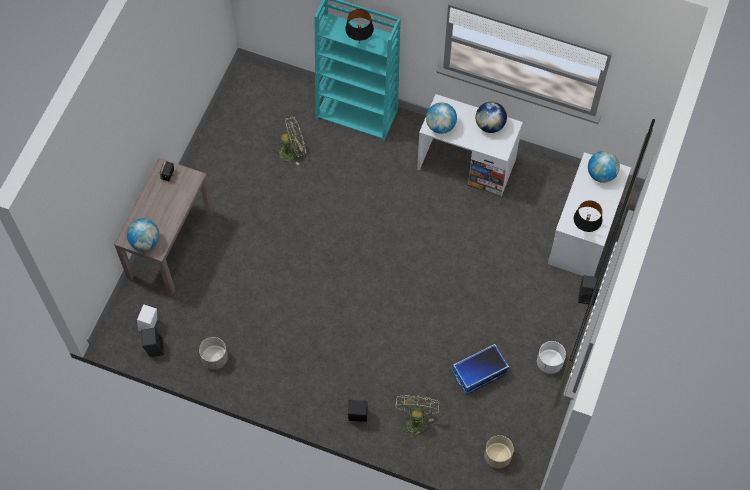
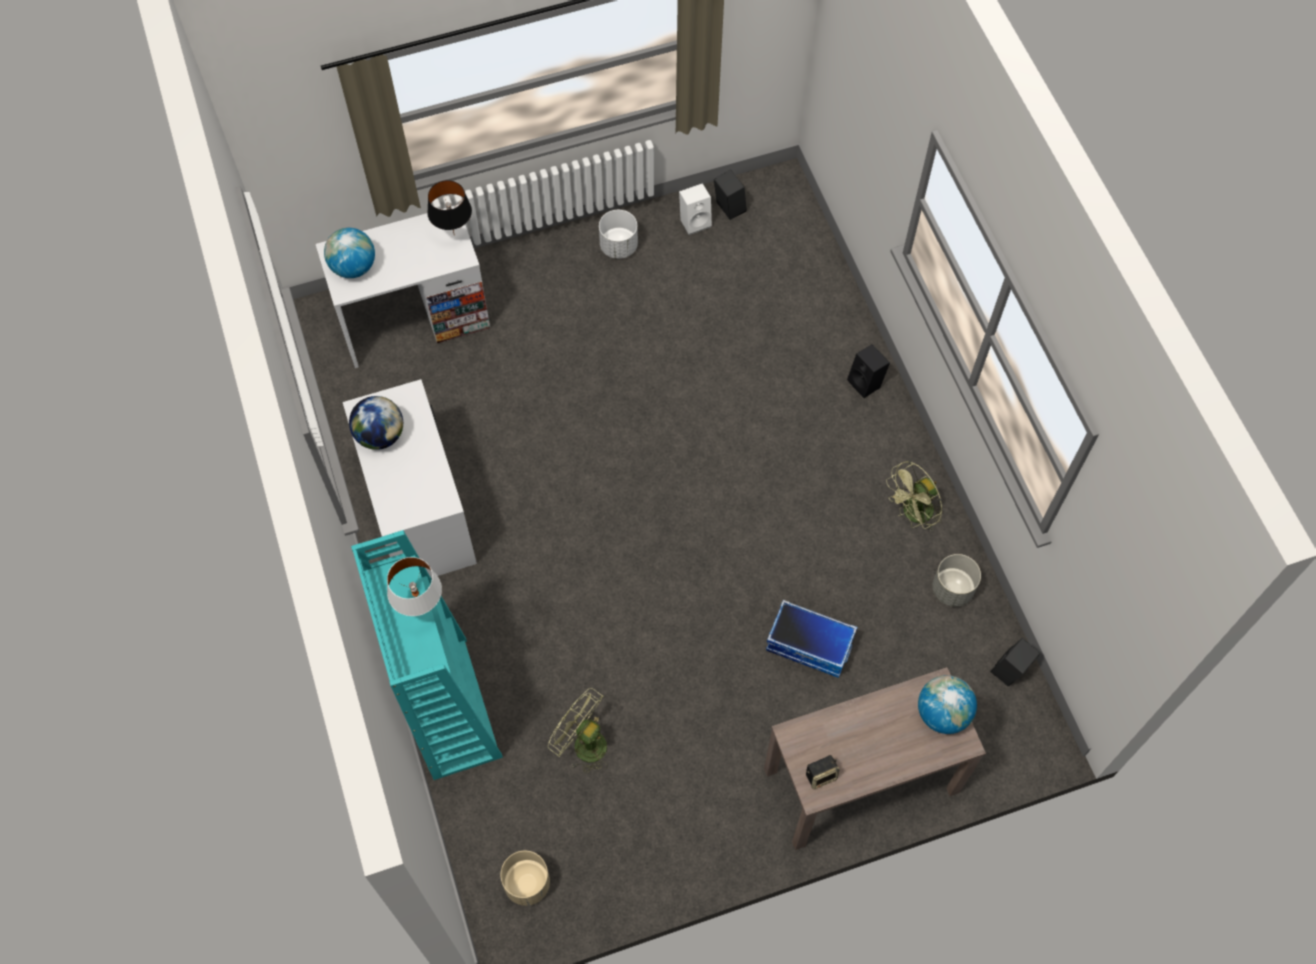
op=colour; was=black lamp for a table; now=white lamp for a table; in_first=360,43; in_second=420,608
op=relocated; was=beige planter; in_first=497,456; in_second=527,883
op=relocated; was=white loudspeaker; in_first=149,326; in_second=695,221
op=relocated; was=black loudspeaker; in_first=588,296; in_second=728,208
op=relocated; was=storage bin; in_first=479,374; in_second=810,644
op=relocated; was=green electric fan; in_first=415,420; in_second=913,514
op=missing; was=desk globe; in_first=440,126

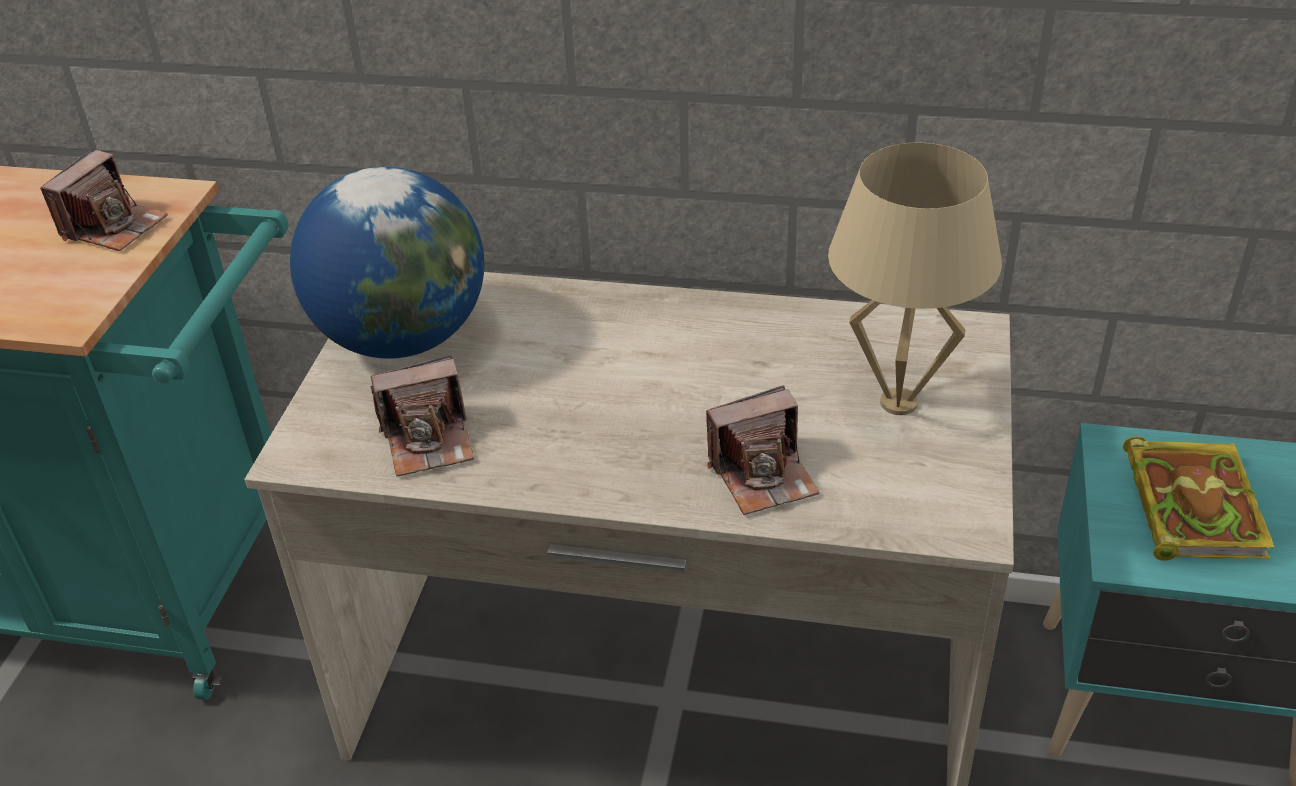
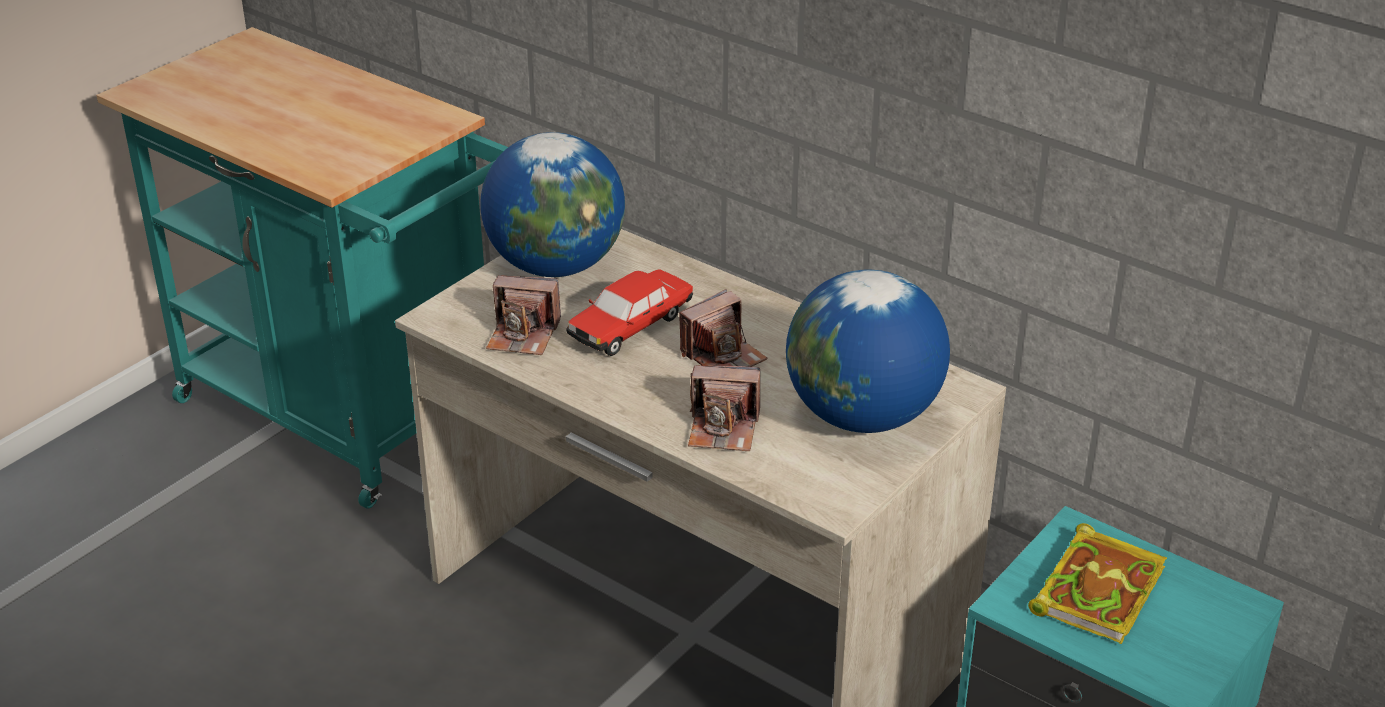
op=appeared; now=miniature car; in_second=631,326
op=relocated; was=photo camera; in_first=114,227; in_second=723,356
op=exchanged; was=beige lamp for a table; now=desk globe; in_first=899,402; in_second=862,416

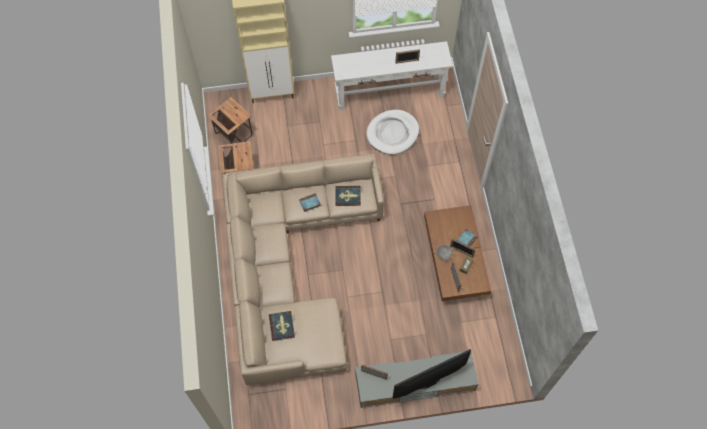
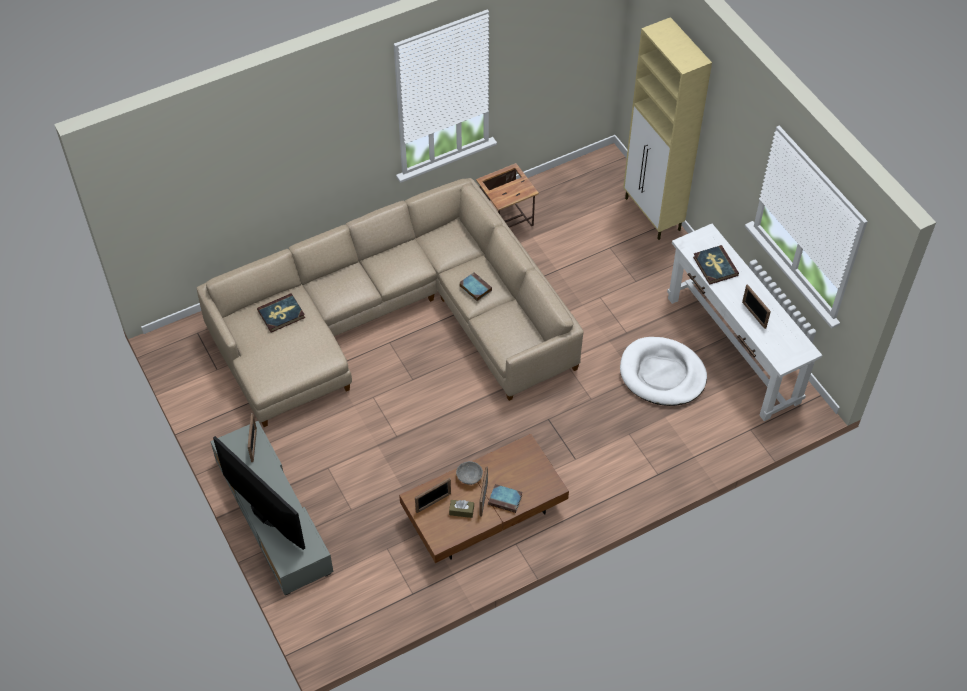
op=relocated; was=volume; in_first=348,196; in_second=715,266
op=missing; was=accent table; in_first=233,134

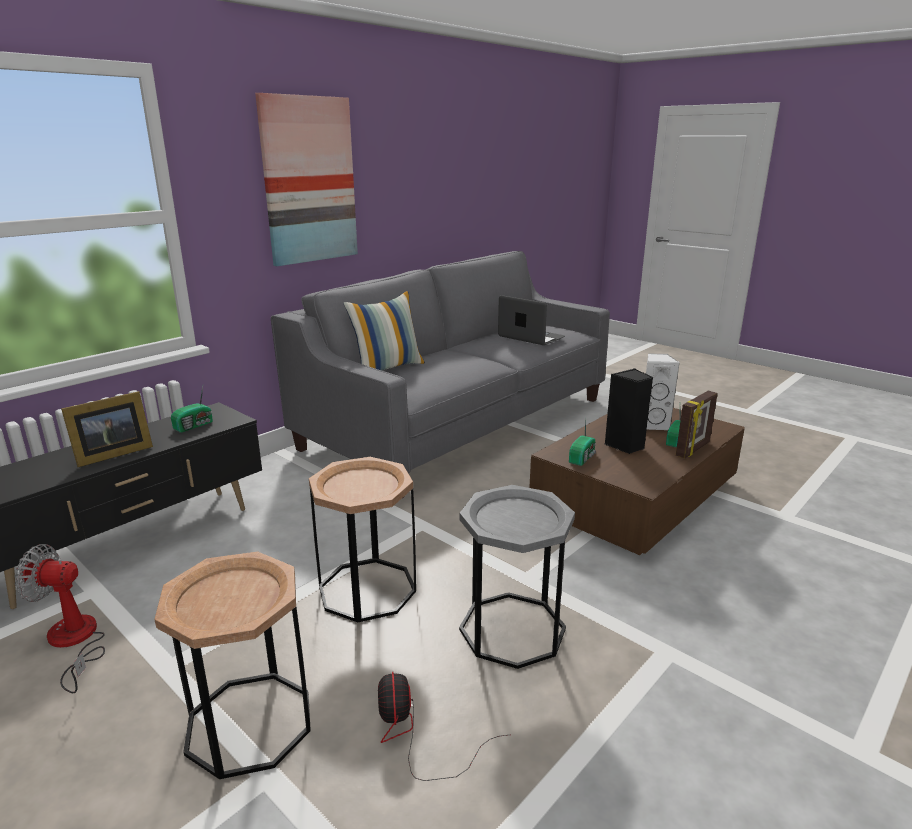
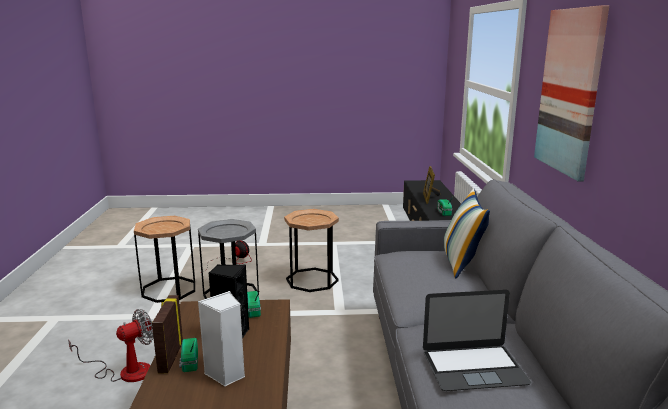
op=relocated; was=electric fan; in_first=74,642; in_second=125,371
op=relocated; was=brown accent table; in_first=249,723; in_second=169,289

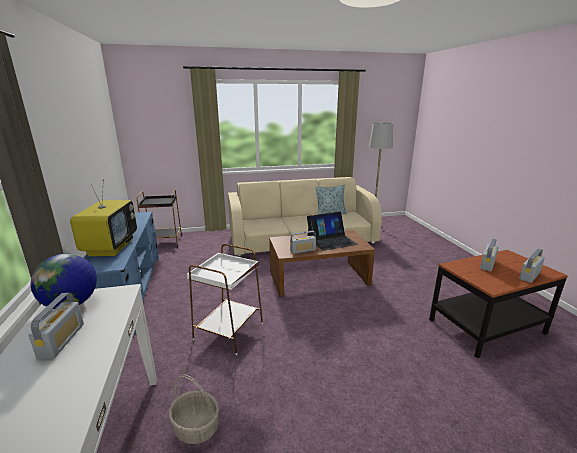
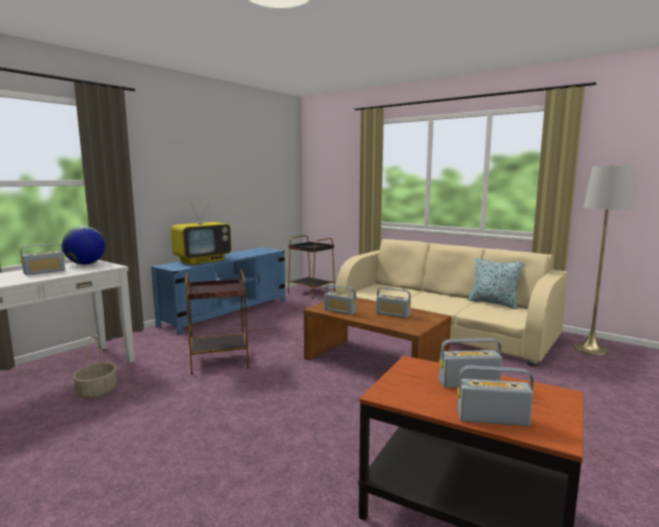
op=colour; was=white accent table; now=brown accent table; in_first=229,331; in_second=220,360
op=exchanged; was=portable computer; now=radio set; in_first=331,240; in_second=393,314

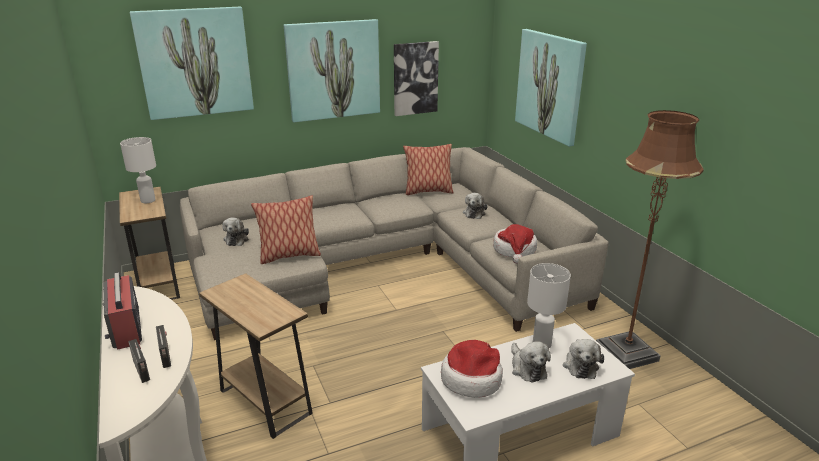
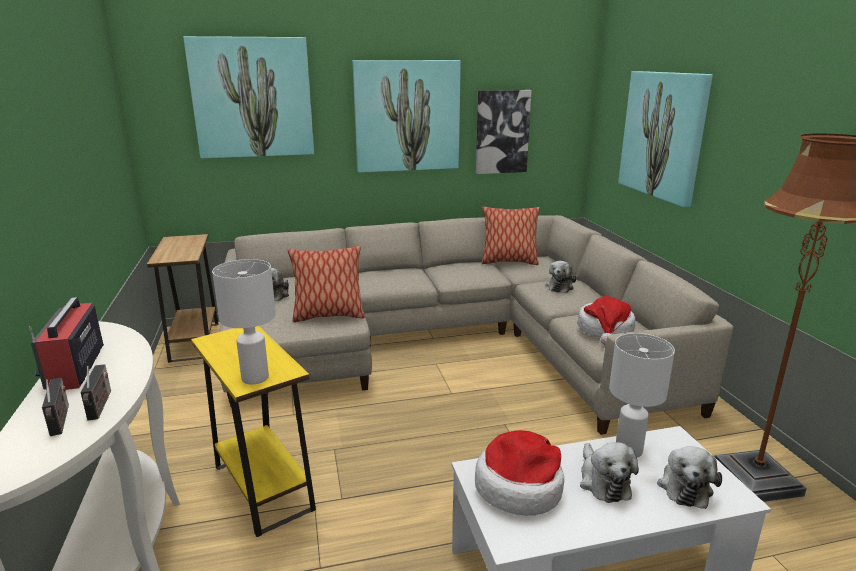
op=colour; was=brown accent table; now=yellow-coloured accent table; in_first=265,402; in_second=263,487
op=relocated; was=white lamp for a table; in_first=147,200; in_second=254,378

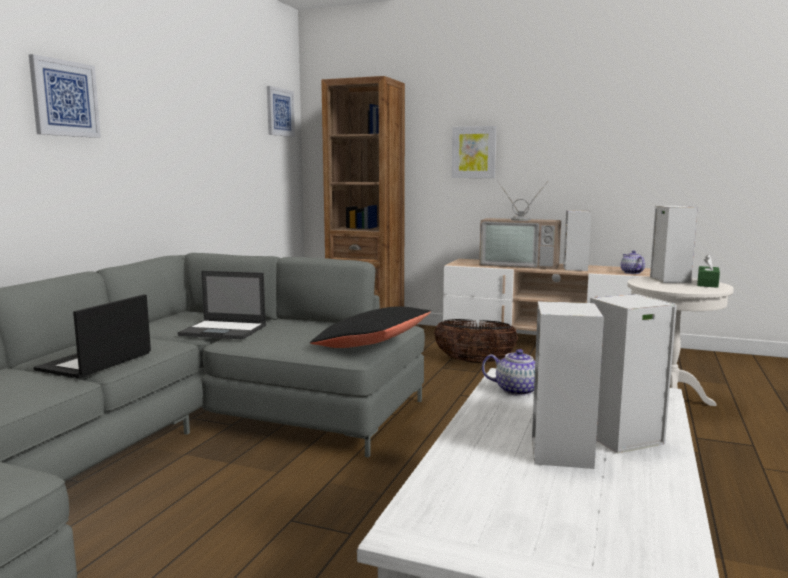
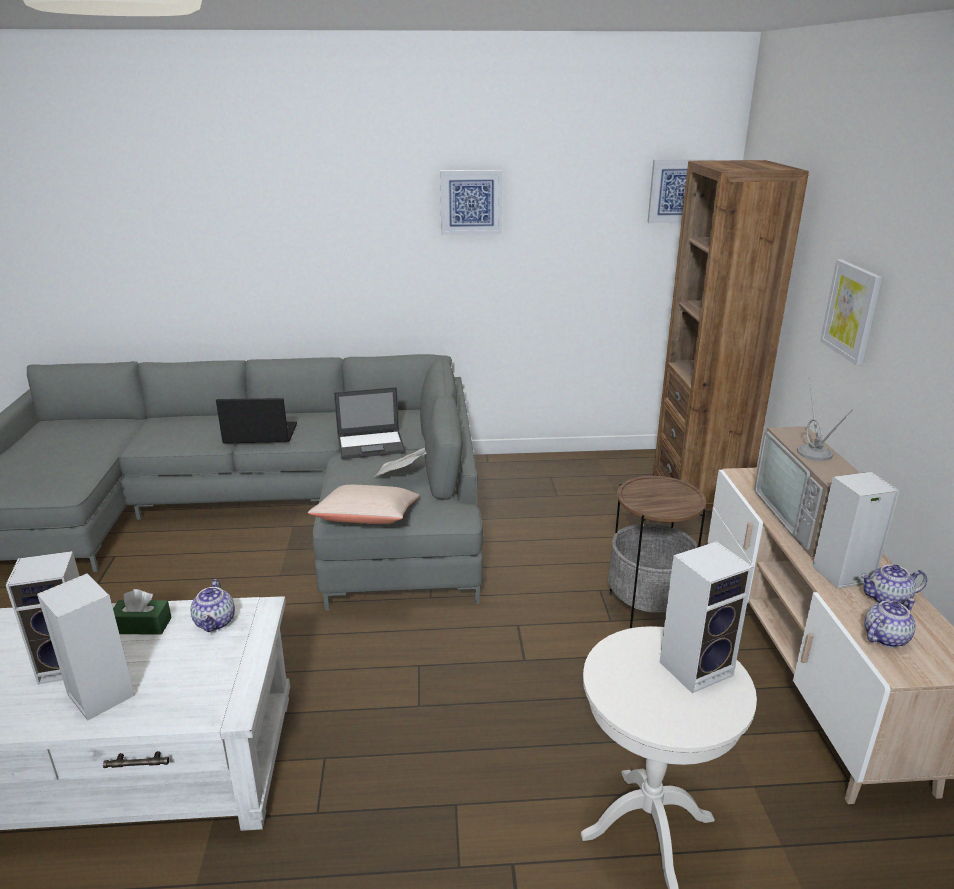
op=relocated; was=green box of tissues; in_first=707,284; in_second=142,625
op=colour; was=black pillow; now=beige pillow; in_first=371,345; in_second=367,520
op=spun; was=portable computer; in_first=224,330; in_second=372,445; clockwise=-90
op=appeared; now=printed paper; in_second=403,475
op=relocated; was=wall art; in_first=64,98; in_second=471,202
op=exchanged; was=storage basket; now=accent table; in_first=474,361; in_second=648,609
op=appeared; now=tea pot; in_second=887,600

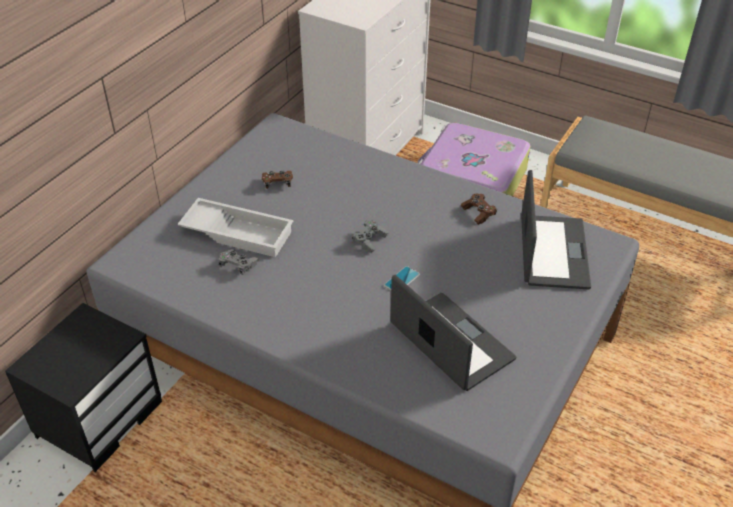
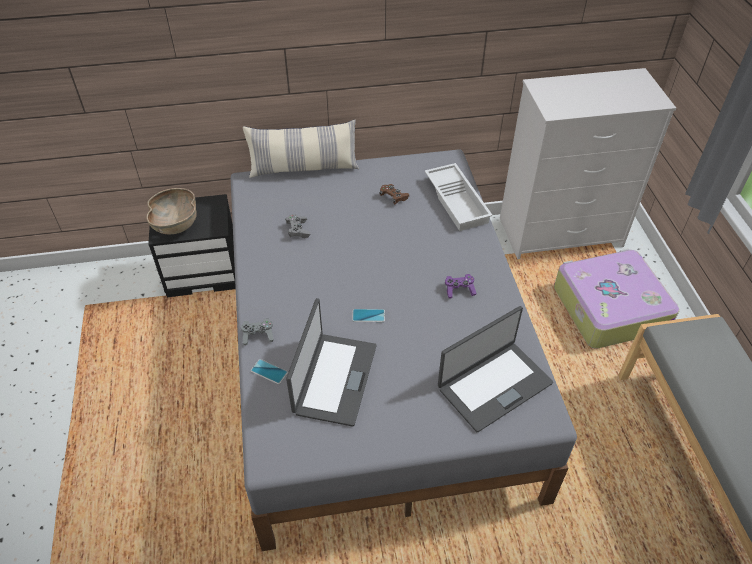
op=appeared; now=brown bowl; in_second=176,224
op=relocated; was=gray gamepad; in_first=370,241; in_second=258,335
op=appeared; now=pillow; in_second=304,168
op=appeared; now=handset; in_second=269,372
op=relocated; was=white carrying tray; in_first=238,232; in_second=458,201
op=appeared; now=purplish gamepad; in_second=459,290
op=missing; was=brown gamepad; in_first=478,213

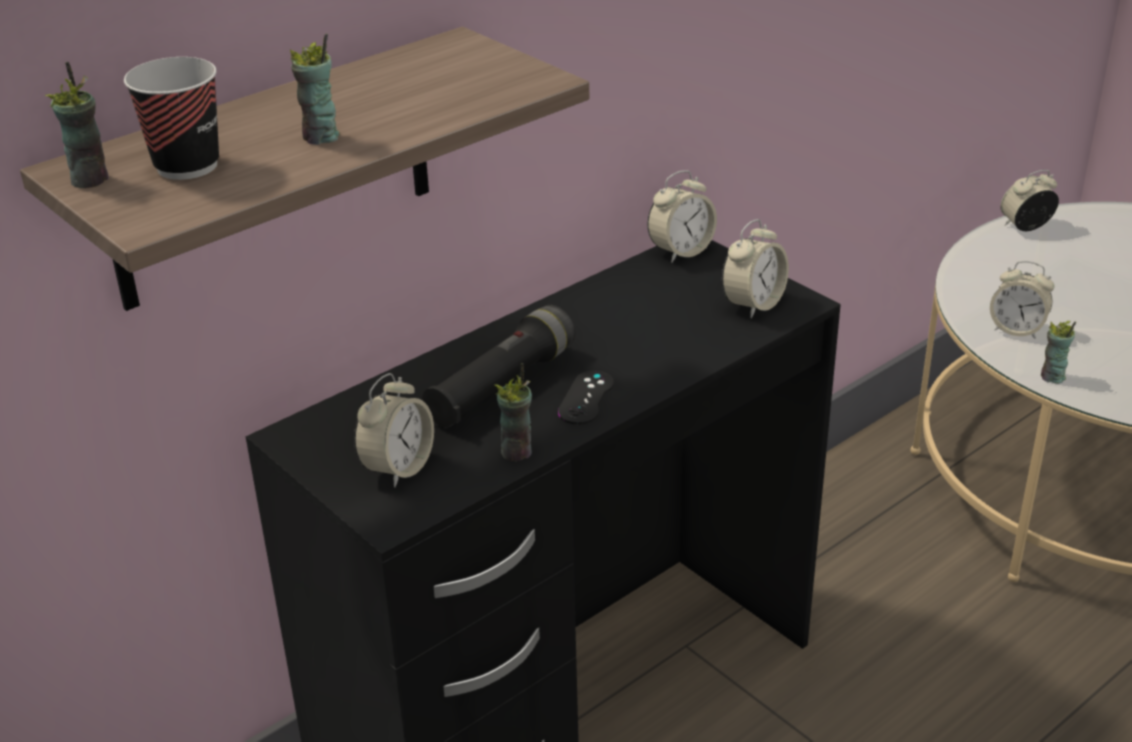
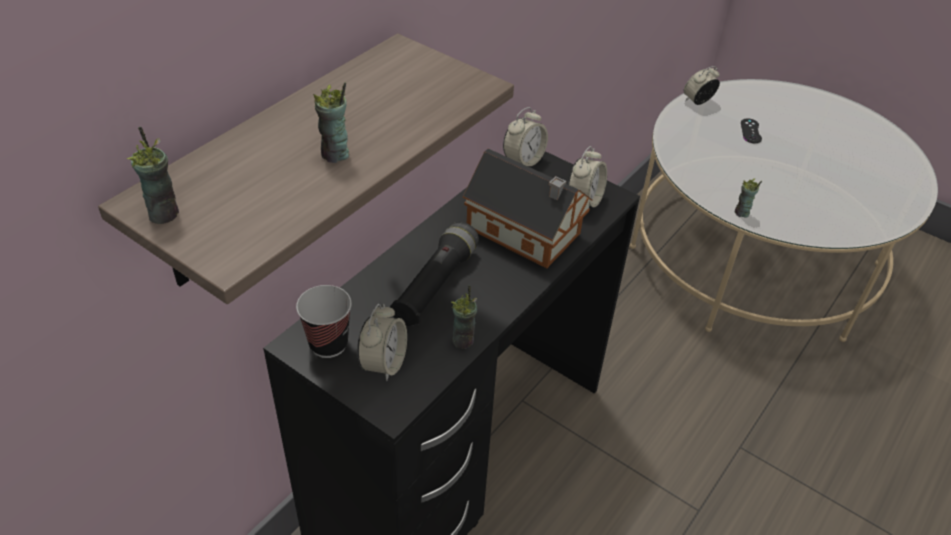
op=relocated; was=cup; in_first=187,166; in_second=328,344
op=appeared; now=miniature house; in_second=526,233
op=relocated; was=black gamepad; in_first=586,398; in_second=751,131
op=missing; was=bedside clock; in_first=1016,329

